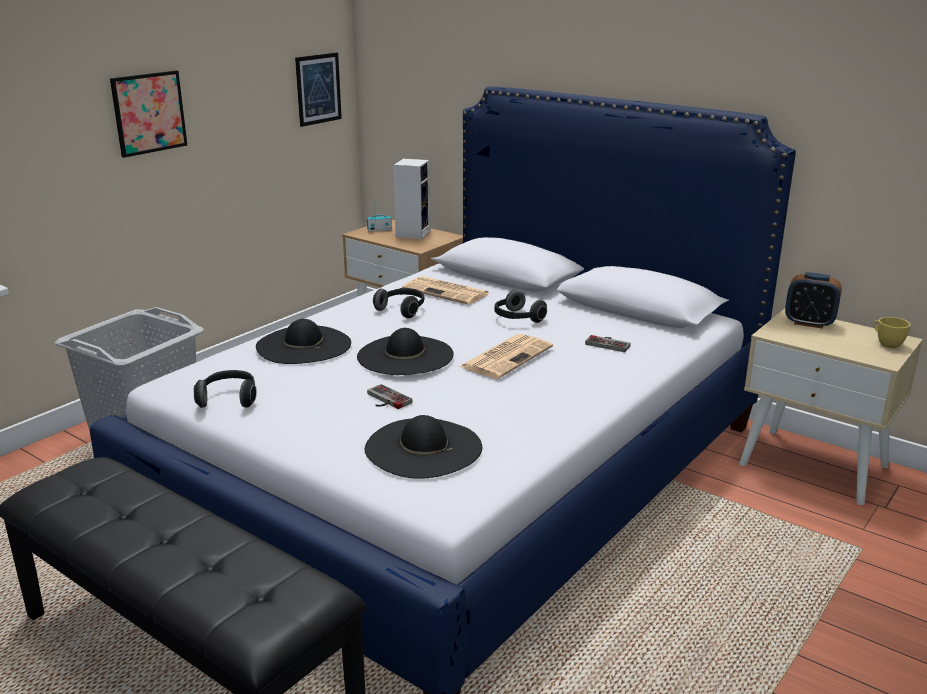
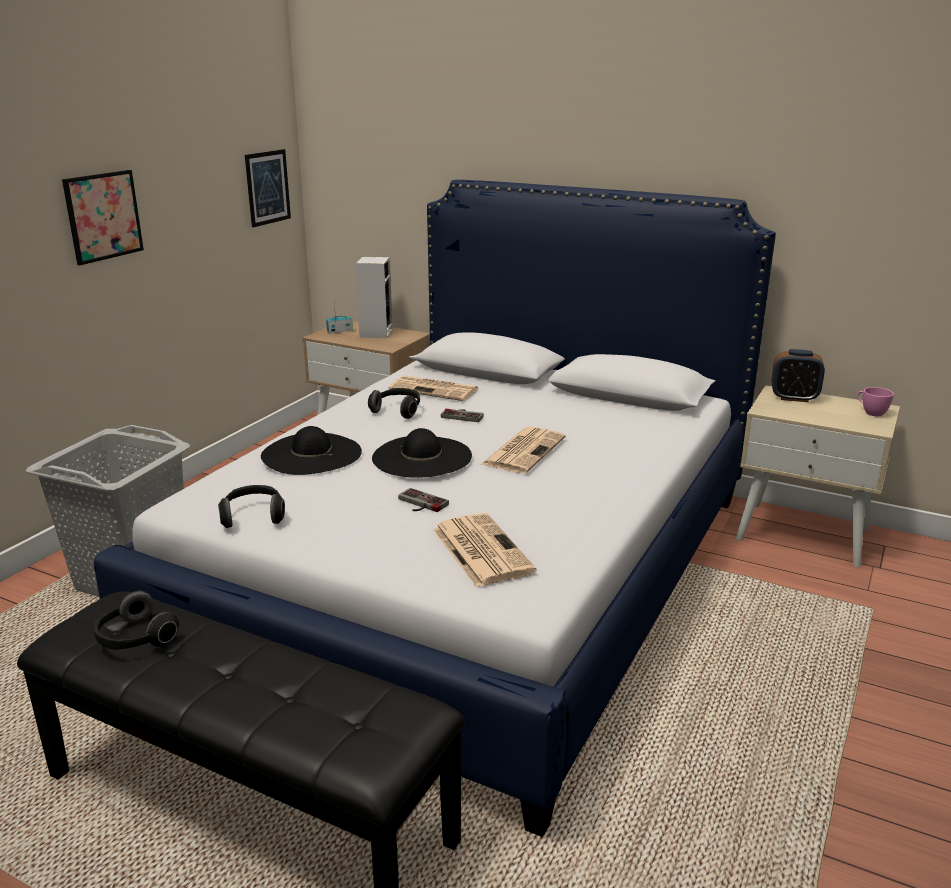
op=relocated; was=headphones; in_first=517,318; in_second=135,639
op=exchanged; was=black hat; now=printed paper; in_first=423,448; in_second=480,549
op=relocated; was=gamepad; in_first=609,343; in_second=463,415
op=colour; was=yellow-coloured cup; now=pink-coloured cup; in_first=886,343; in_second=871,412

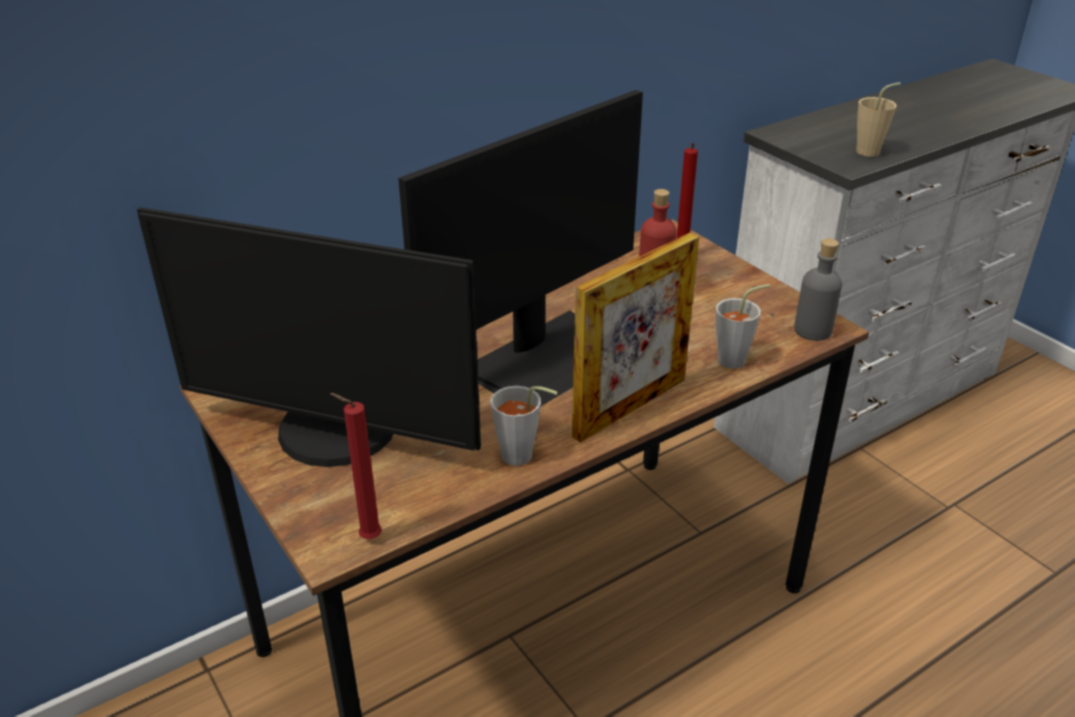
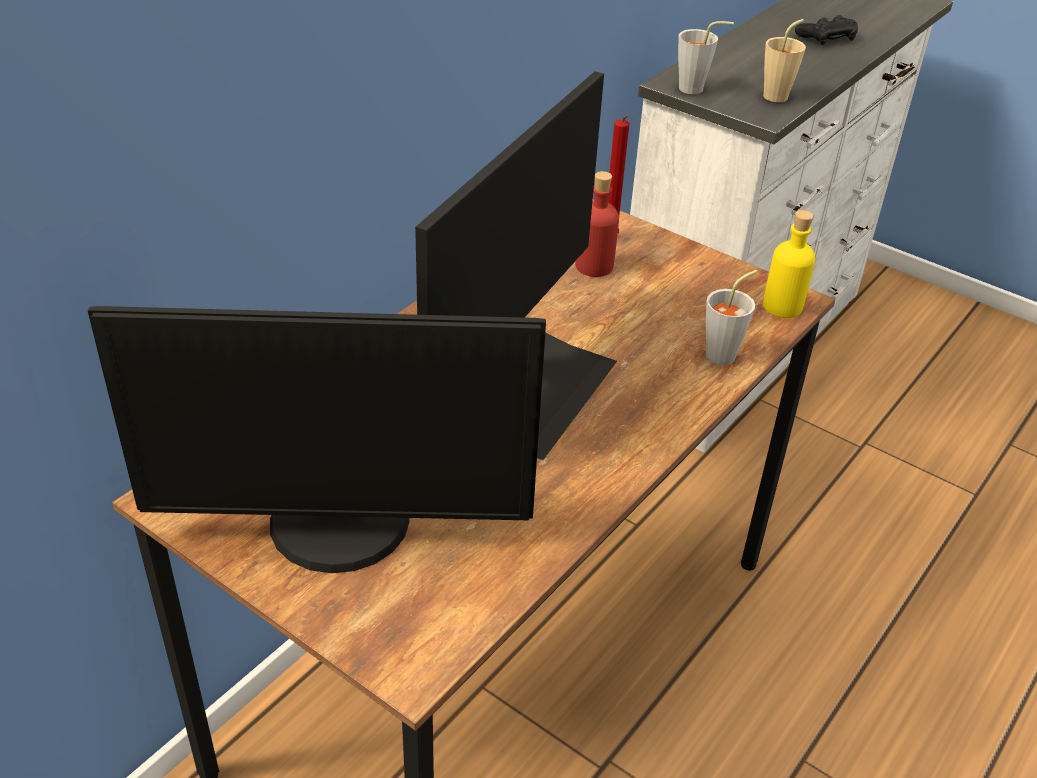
op=relocated; was=gray cup; in_first=523,458; in_second=696,89
op=colour; was=gray beverage bottle; now=yellow-coloured beverage bottle; in_first=813,330; in_second=782,306
op=appeared; now=black gamepad; in_second=826,37
op=missing; was=red-coloured candle; in_first=367,538
op=missing; was=photo frame; in_first=630,407

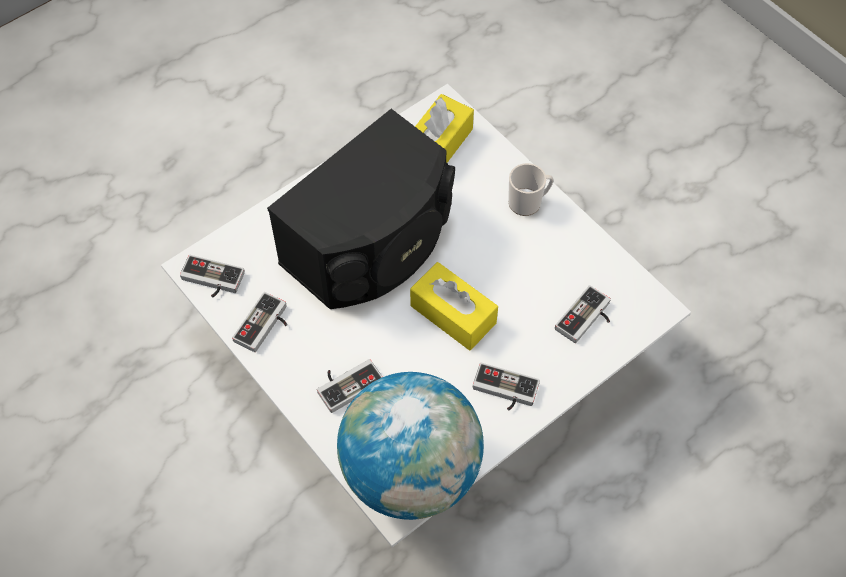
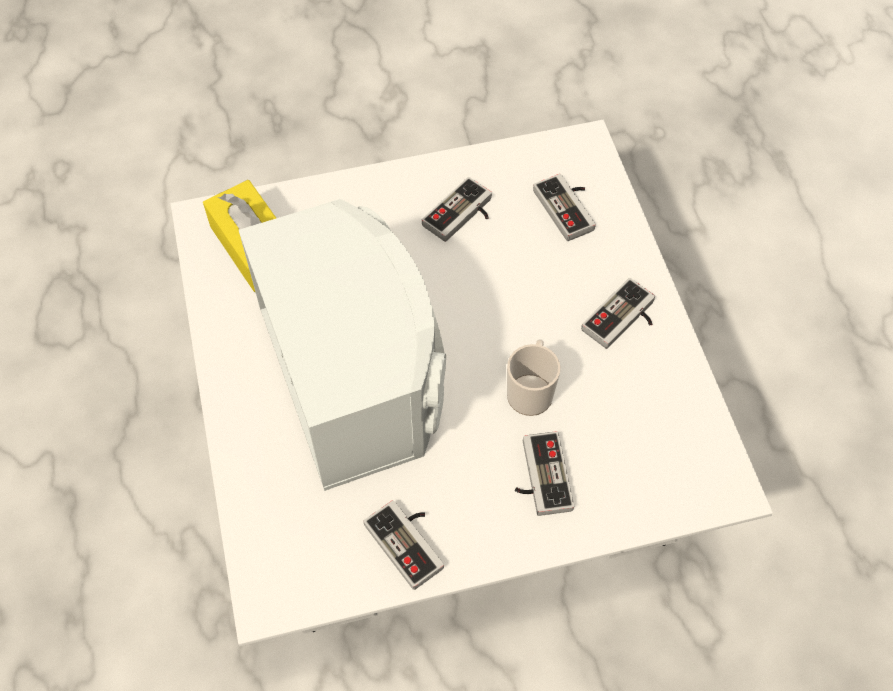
op=colour; was=black loudspeaker; now=white loudspeaker; in_first=372,244; in_second=356,372
op=relocated; was=gamepad; in_first=211,281; in_second=462,216
op=relocated; was=coffee mug; in_first=528,202; in_second=531,391
op=missing; was=desk globe; in_first=411,473
op=missing; was=yellow-coloured box of tissues; in_first=453,314

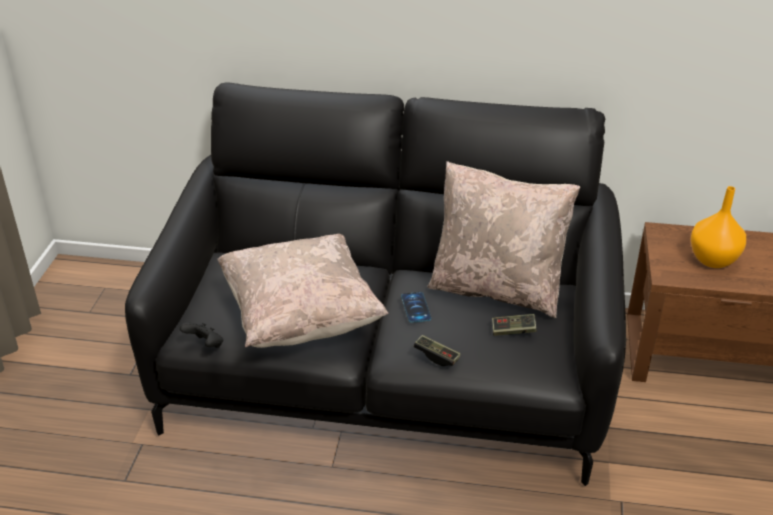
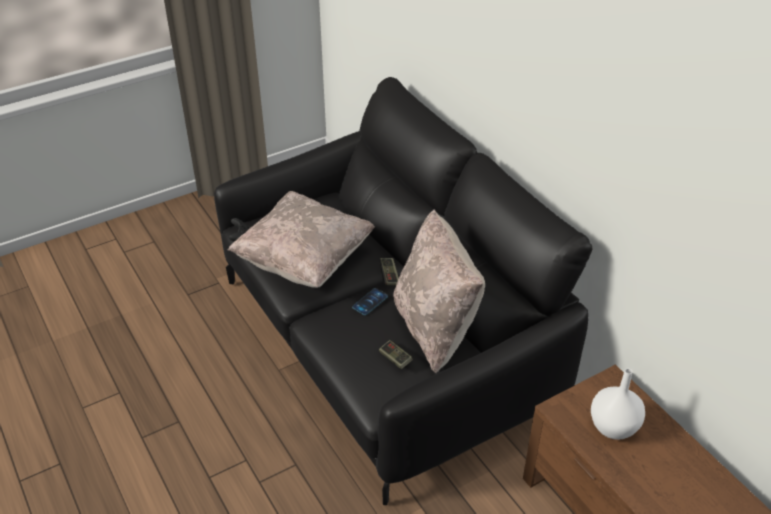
op=relocated; was=gamepad; in_first=436,356; in_second=389,276
op=colour; was=orange-coloured vase; now=white vase; in_first=713,259; in_second=614,427

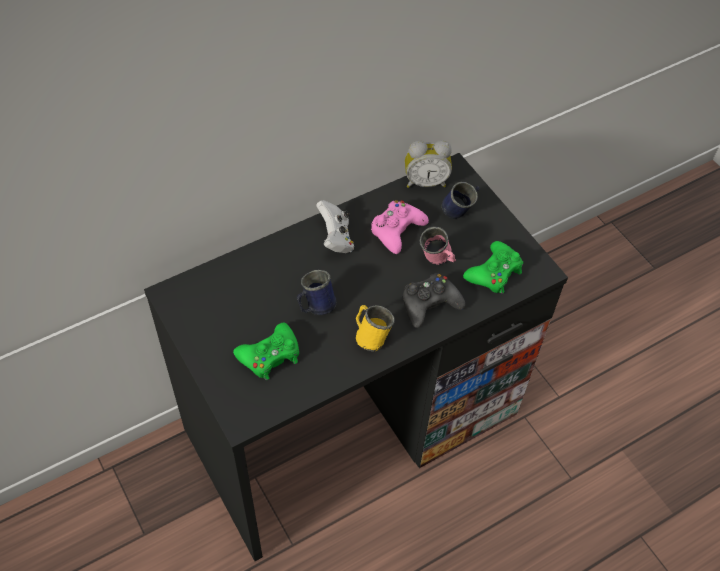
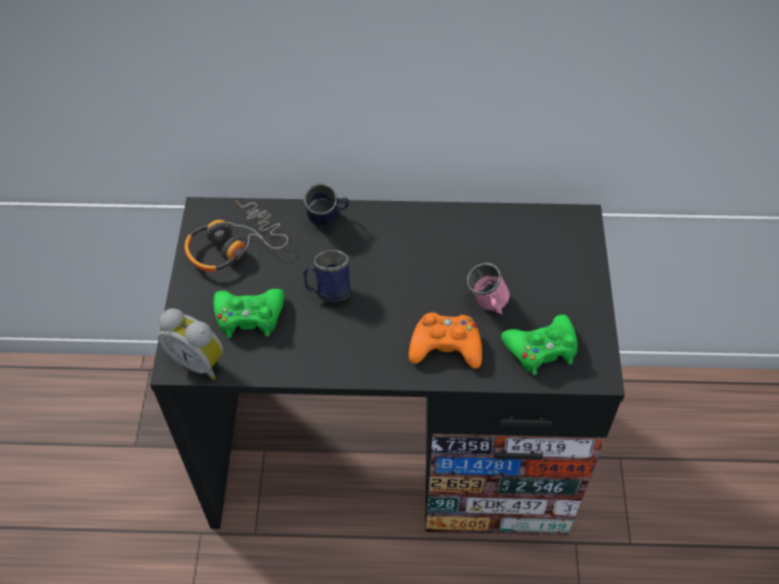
op=relocated; was=bedside clock; in_first=425,181; in_second=199,361
op=appeared; now=headphones; in_second=233,245
op=relocated; was=bluish coffee mug; in_first=460,211; in_second=328,220
op=colour; was=black gamepad; now=orange-coloured gamepad; in_first=429,304; in_second=446,346
op=missing; was=white gamepad; in_first=336,238
op=missing; was=yellow-coloured coffee mug; in_first=370,336
op=missing; was=pink-coloured gamepad; in_first=396,230

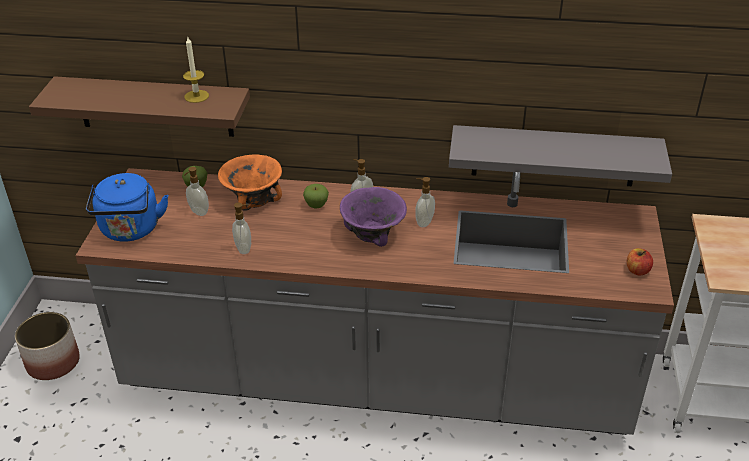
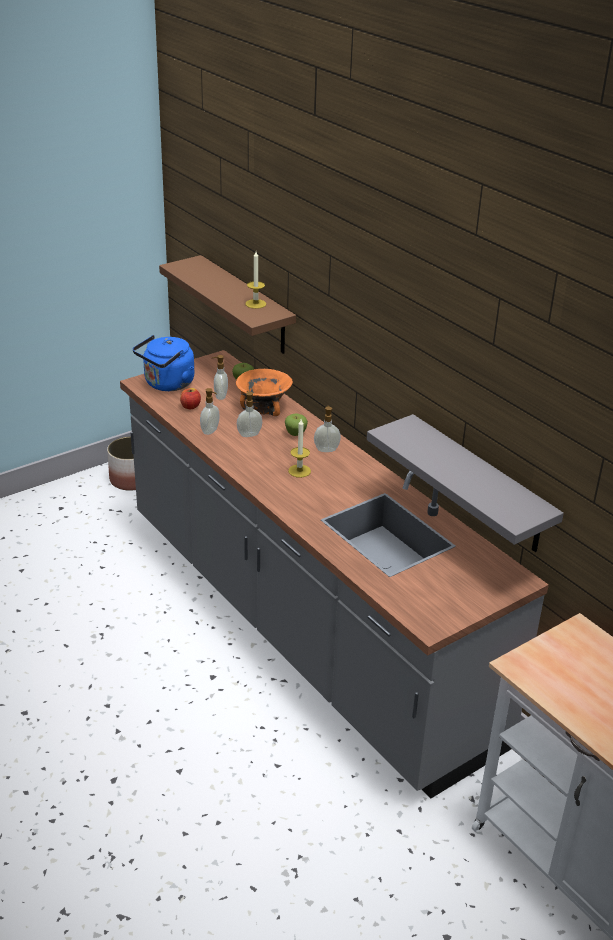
op=relocated; was=apple fruit; in_first=637,270; in_second=190,406
op=relocated; was=liquid soap bottle; in_first=423,222; in_second=249,434
op=exchanged; was=purplish bowl; now=candle; in_first=372,234; in_second=299,471

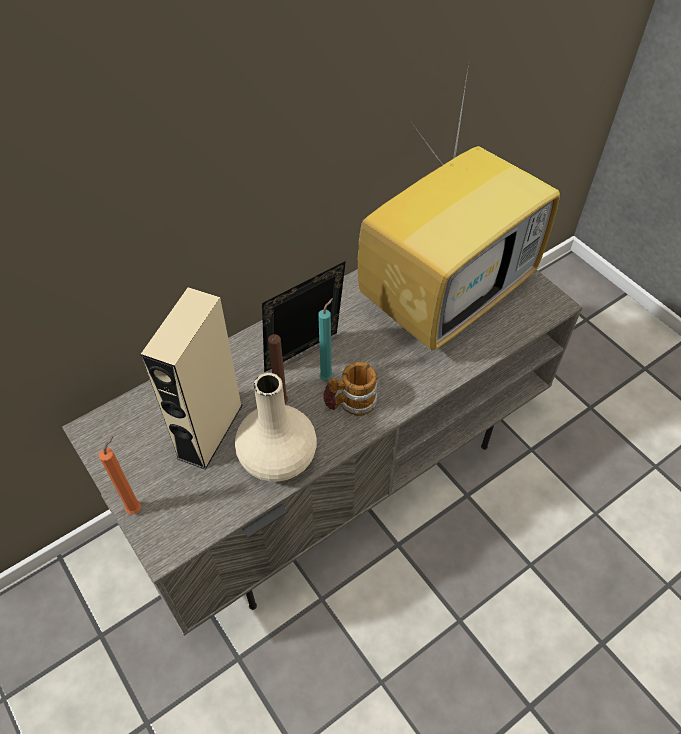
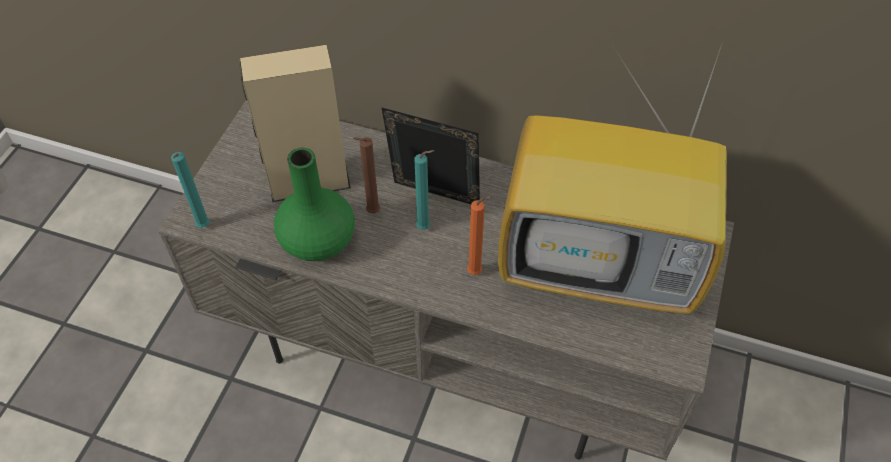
op=appeared; now=blue-green candle; in_second=203,227
op=colour; was=beige vase; now=green vase; in_first=279,457; in_second=318,241
op=relocated; was=orange-coloured candle; in_first=136,508; in_second=477,272
op=missing; was=coffee mug; in_first=350,403

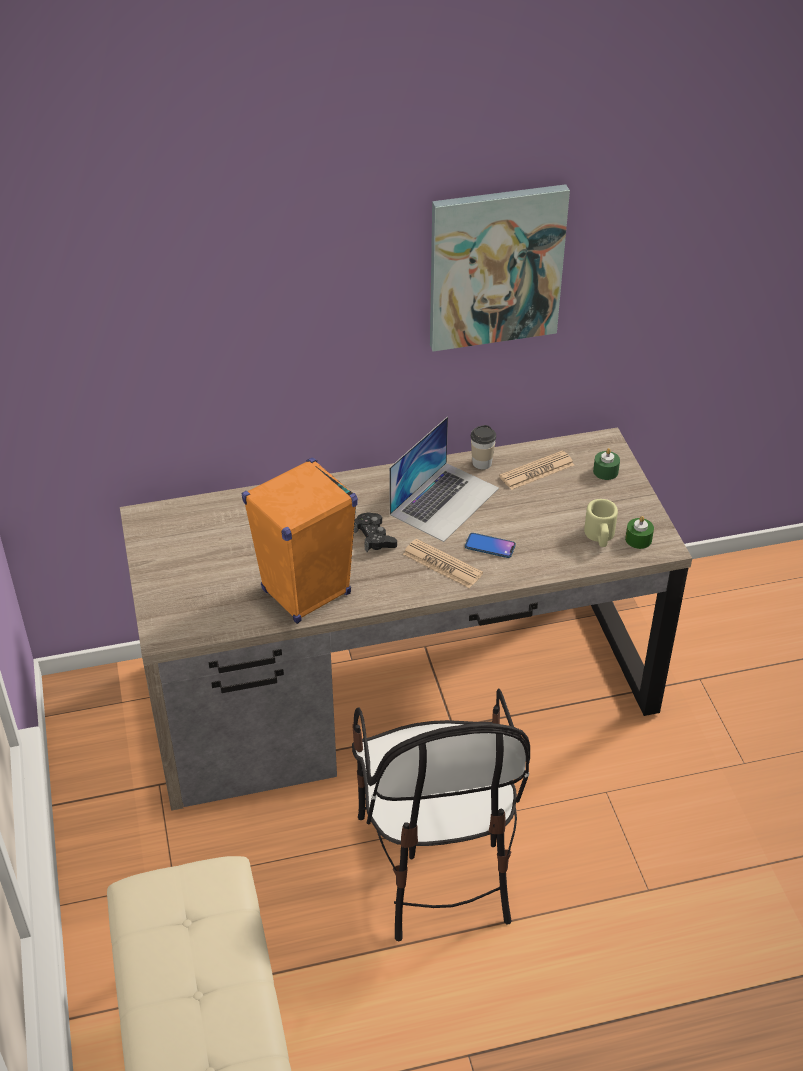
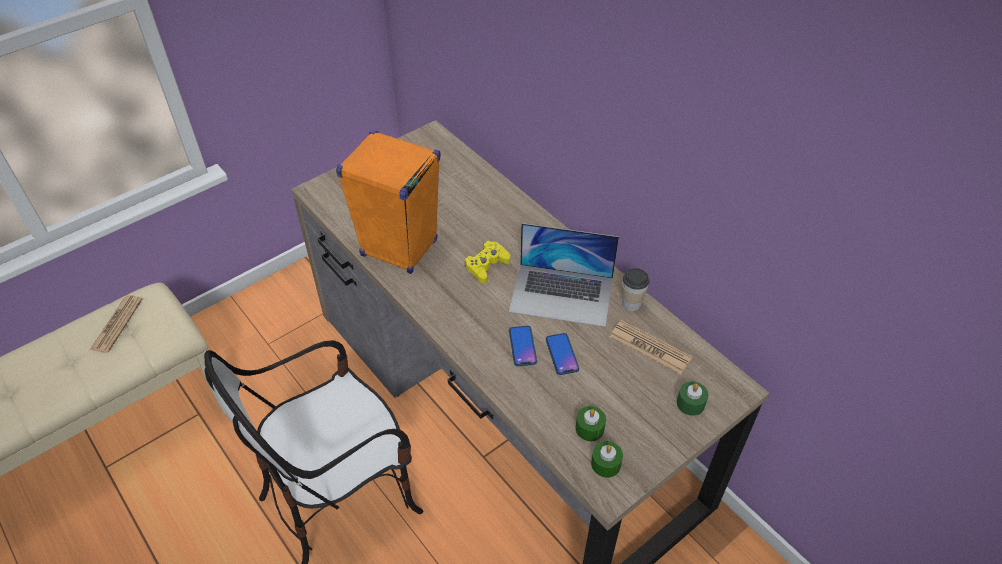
op=relocated; was=printed paper; in_first=442,564; in_second=117,324
op=colour; was=black gamepad; now=yellow-coloured gamepad; in_first=374,537; in_second=486,265
op=appeared; now=handset; in_second=562,354
op=exchanged; was=beige coffee mug; now=green candle; in_first=600,536; in_second=589,428
op=missing; was=wall art; in_first=495,267

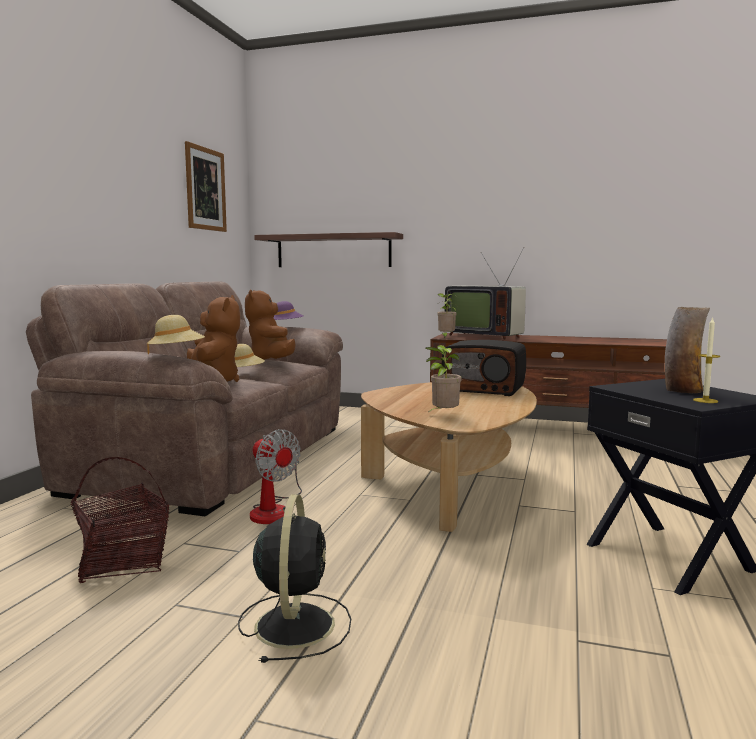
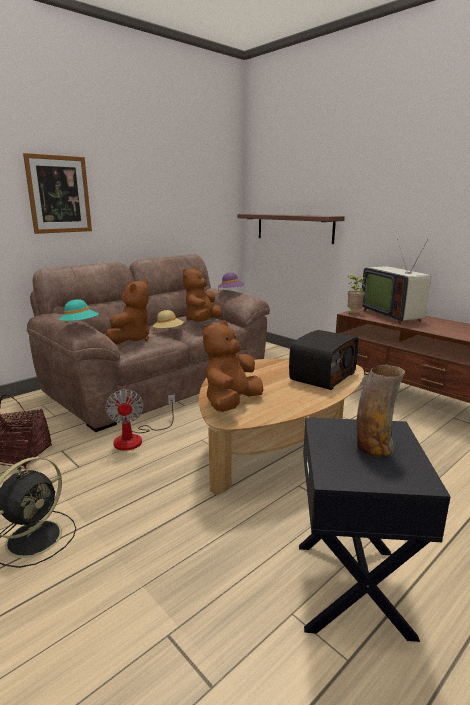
op=relocated; was=wall art; in_first=205,189; in_second=59,194
op=colour; was=beige hat; now=blue-green hat; in_first=177,354; in_second=80,325
op=exchanged; was=potted plant; now=brown cuddly toy; in_first=443,415; in_second=231,403
op=spun; was=radio set; in_first=484,389; in_second=321,376; clockwise=-105
op=missing; was=candle; in_first=705,400

